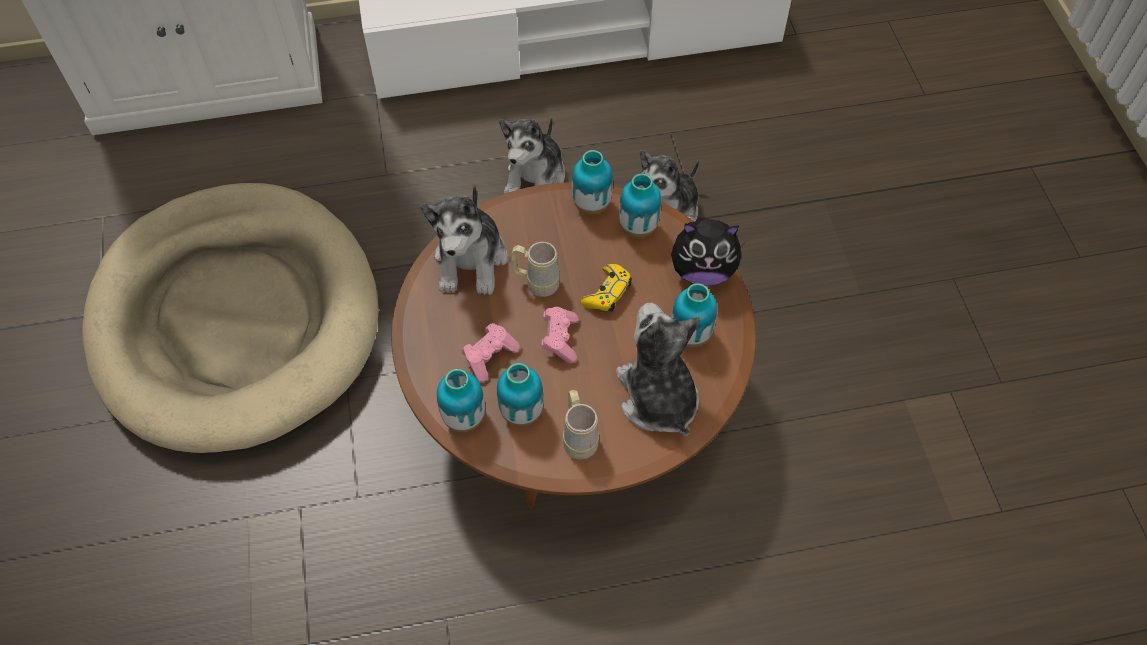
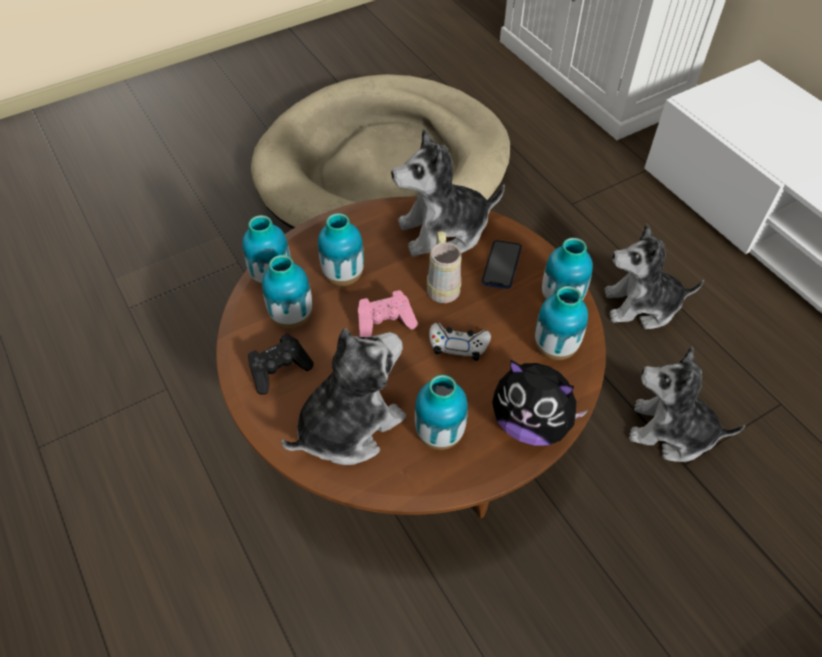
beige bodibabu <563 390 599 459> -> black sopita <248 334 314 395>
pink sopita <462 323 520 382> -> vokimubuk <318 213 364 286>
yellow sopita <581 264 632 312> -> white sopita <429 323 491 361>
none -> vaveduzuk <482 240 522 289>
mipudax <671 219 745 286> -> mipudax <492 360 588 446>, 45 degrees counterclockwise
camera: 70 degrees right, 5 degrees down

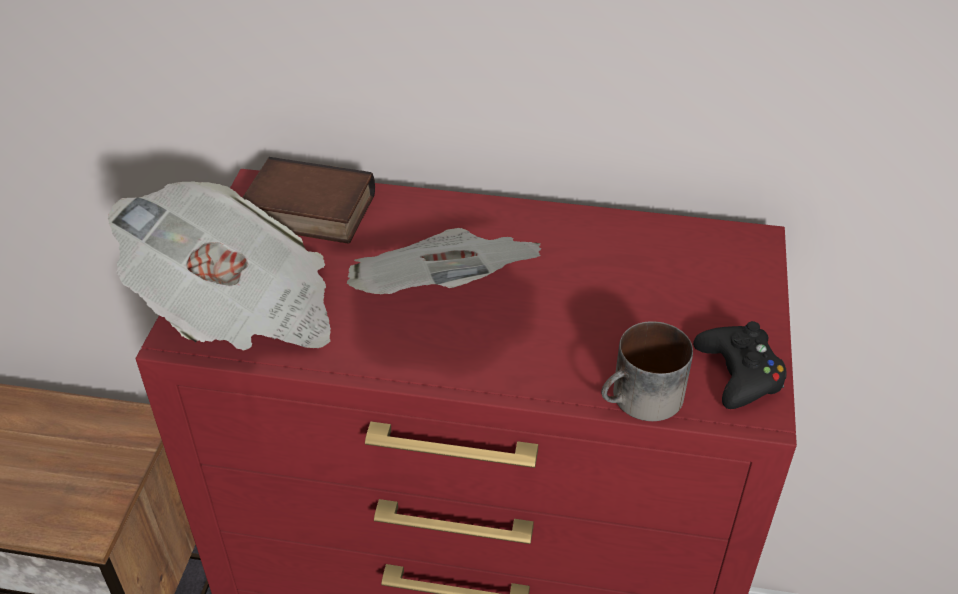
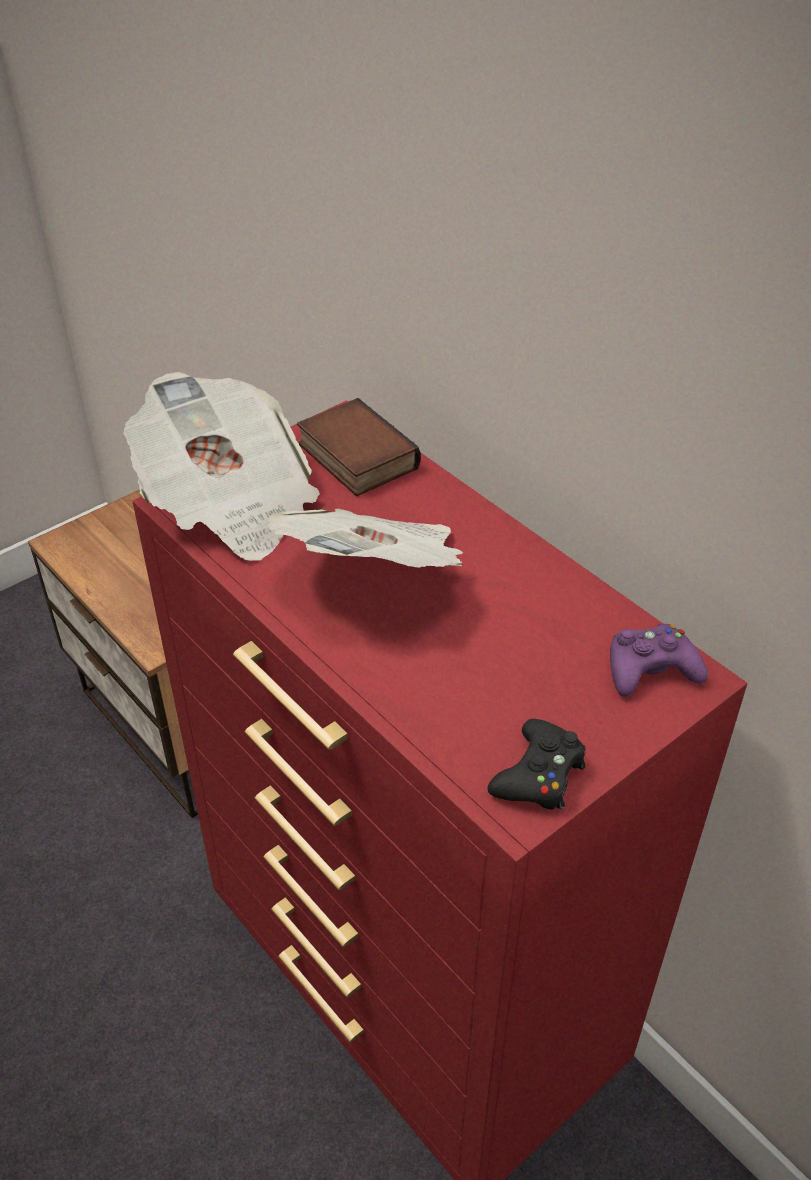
none -> purple sopita <610 624 708 696>
bodibabu <601 321 693 421> -> none
camera: 40 degrees right, 0 degrees up

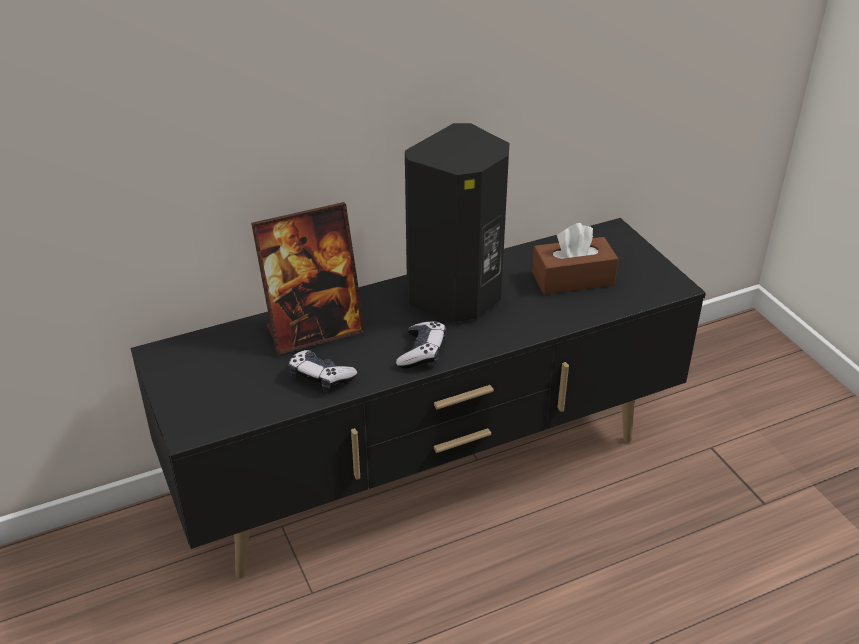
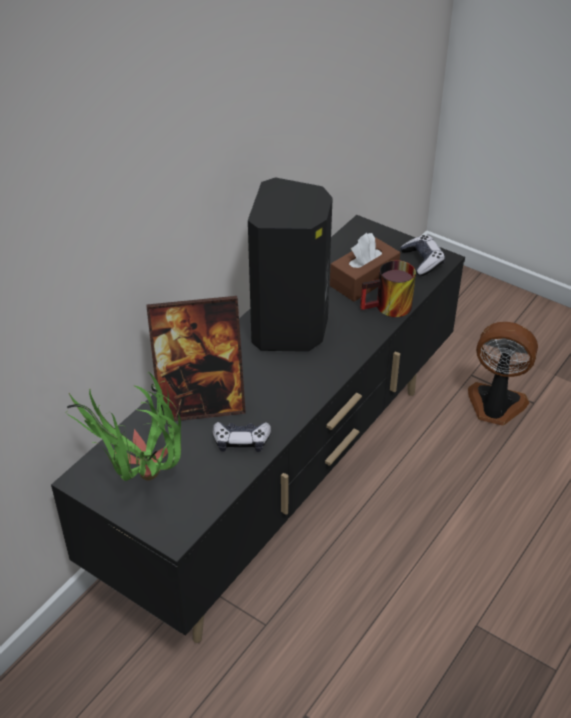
none -> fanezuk <65 372 181 481>
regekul <251 202 365 355> -> regekul <146 296 246 422>, 45 degrees clockwise
none -> bodibabu <360 260 416 317>
sopita <396 321 446 368> -> sopita <400 235 445 276>, moved
none -> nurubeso <468 322 538 426>
camera: 30 degrees left, 5 degrees up

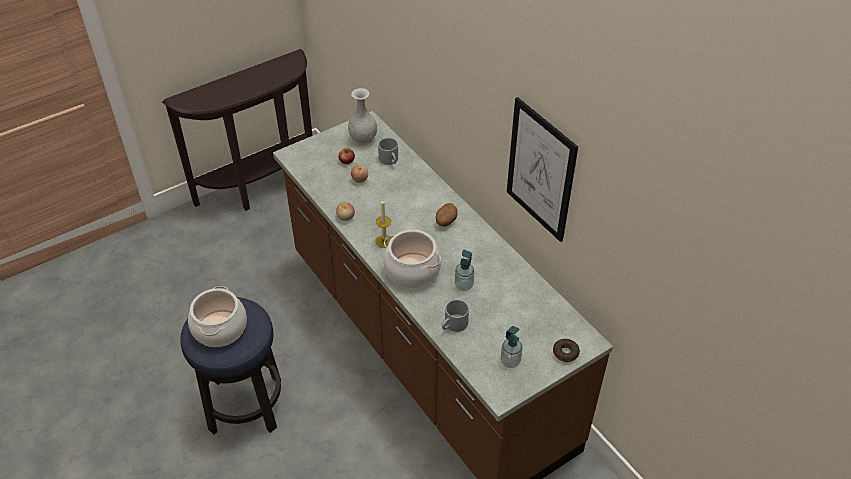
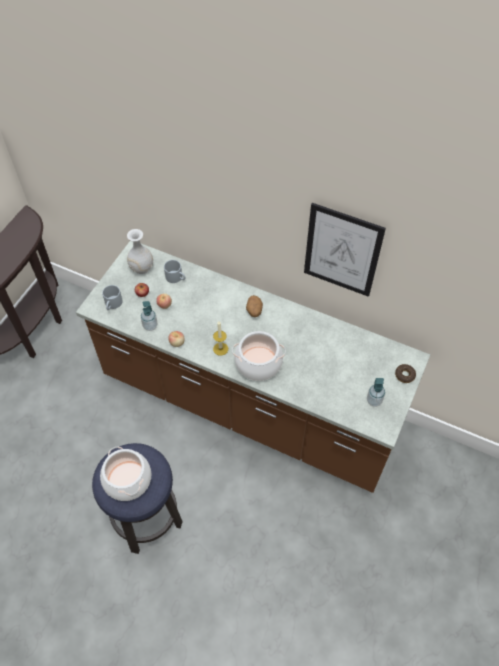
grey bodibabu <442 300 469 332> -> grey bodibabu <102 285 123 310>, moved
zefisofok <455 250 474 291> -> zefisofok <141 301 157 331>, moved
camera: 30 degrees left, 10 degrees up

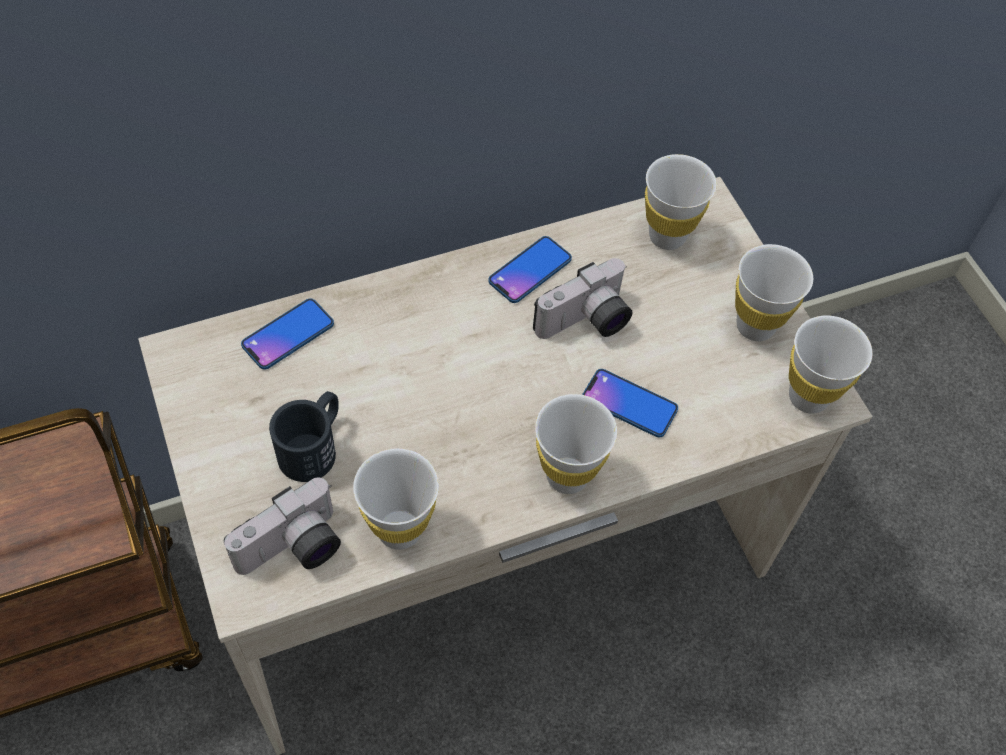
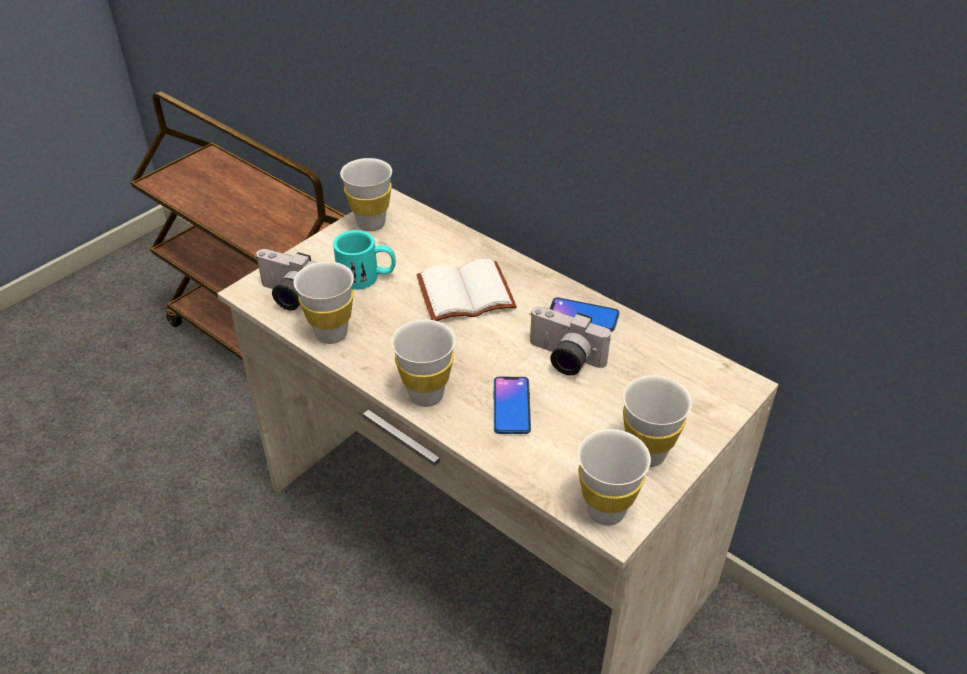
black bodibabu <269 391 339 482> -> turquoise bodibabu <333 230 396 290>
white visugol <645 154 717 250> -> white visugol <340 158 392 231>, moved
none -> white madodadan <416 259 517 321>
vaveduzuk <241 298 334 370> -> none
camera: 65 degrees right, 15 degrees down

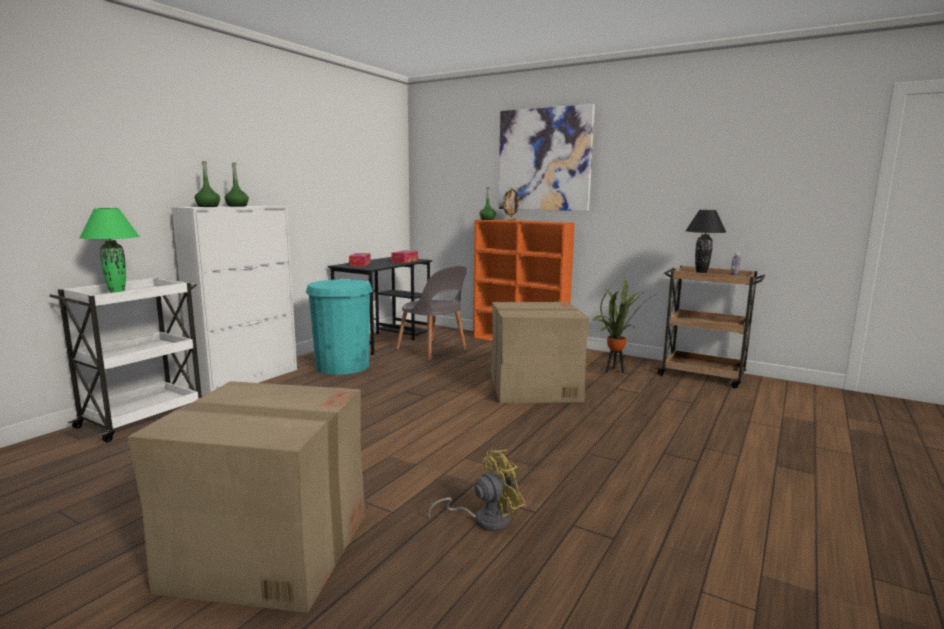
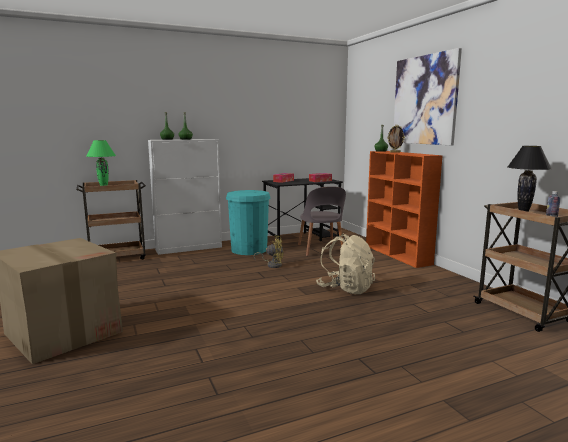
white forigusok <49 277 202 442> -> brown forigusok <76 180 146 260>
yellow nurubeso <428 449 526 531> -> yellow nurubeso <254 235 283 268>, moved
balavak <491 302 589 403> -> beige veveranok <316 234 375 294>
fanezuk <591 277 655 373> -> none
camera: 35 degrees right, 0 degrees up

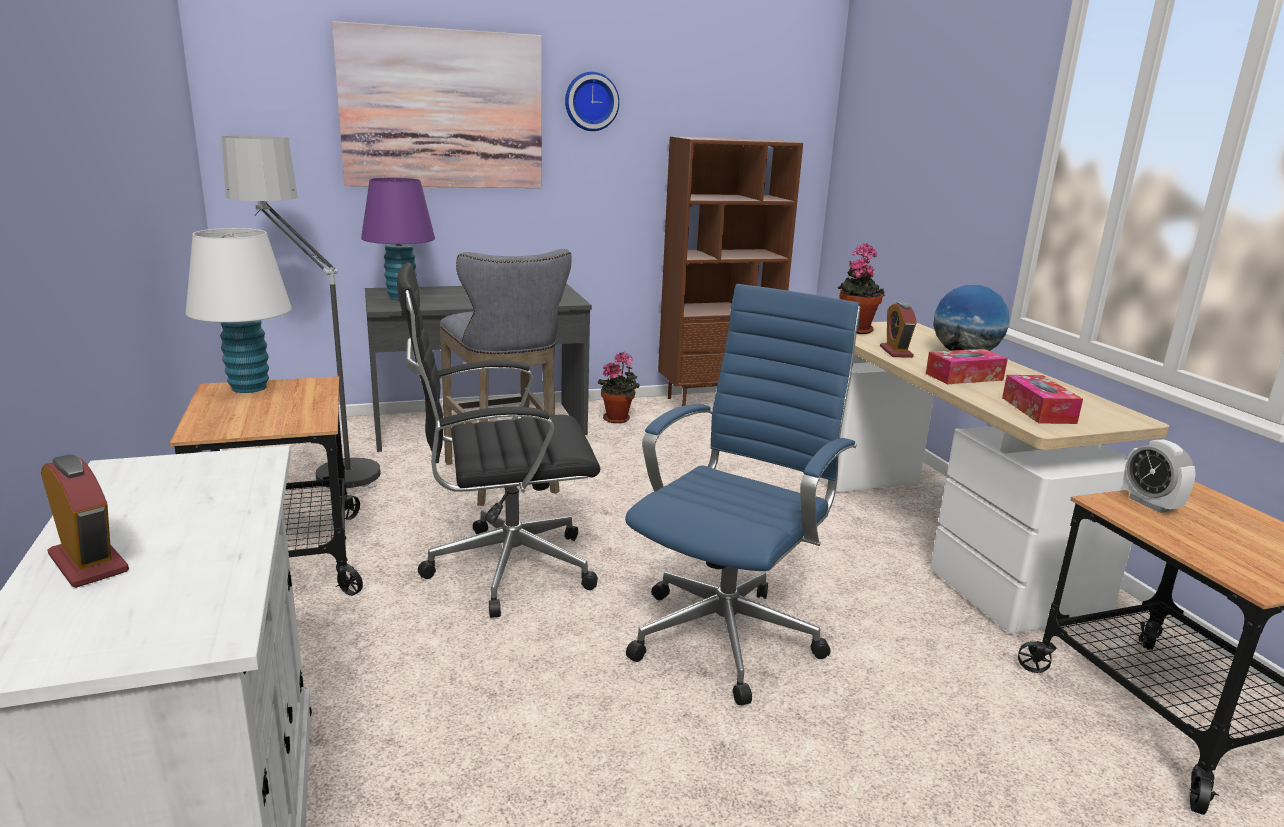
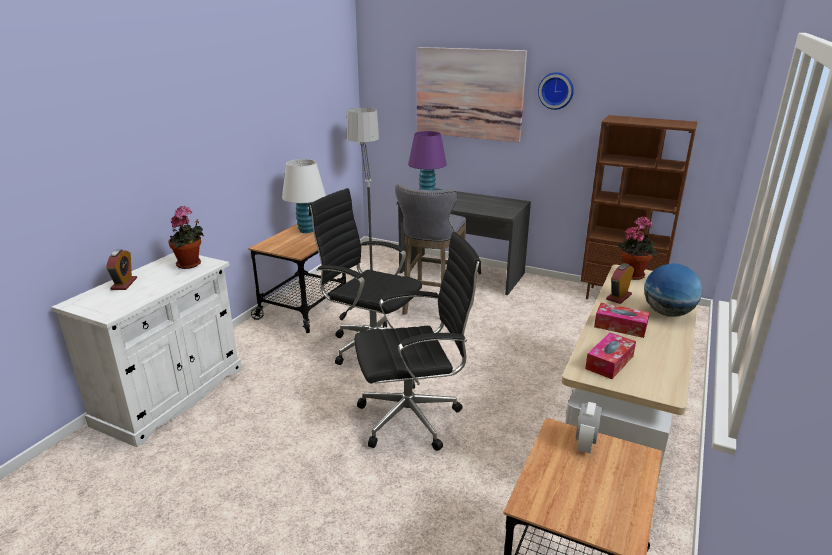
fanezuk <598 352 640 423> -> fanezuk <168 206 204 269>, moved
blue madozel <625 284 861 706> -> black madozel <354 232 481 451>
camera: 45 degrees right, 5 degrees up

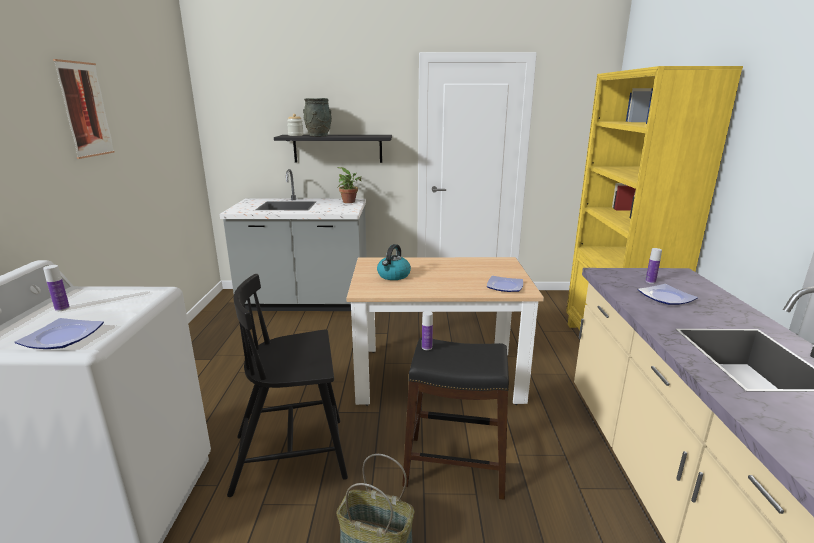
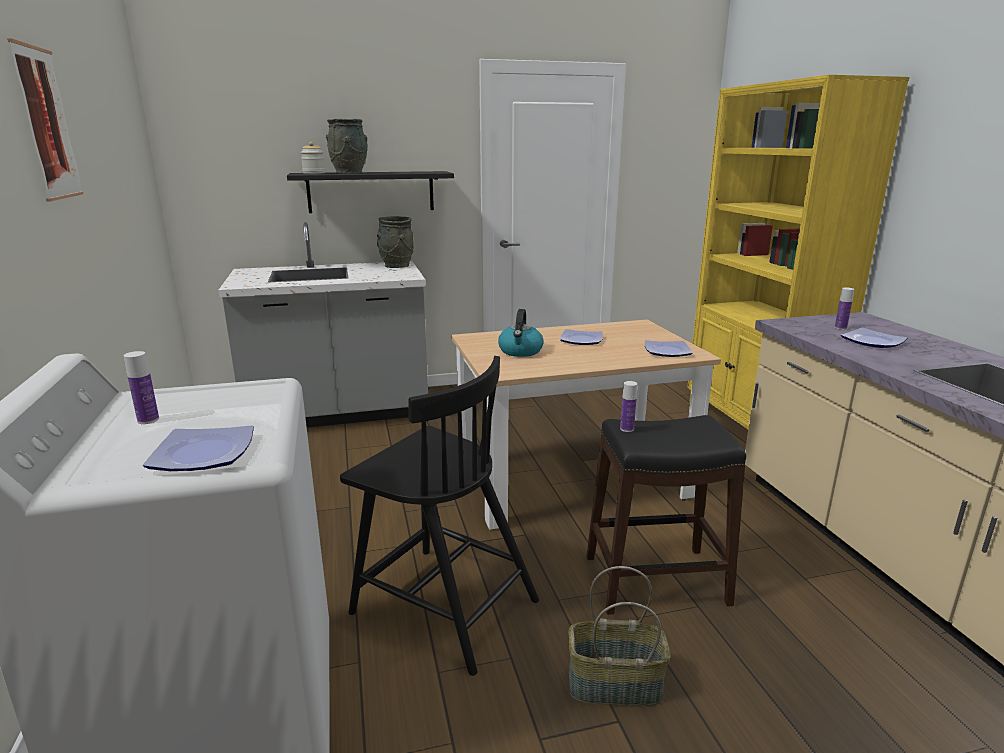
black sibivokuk <227 274 348 497> -> black sibivokuk <340 356 539 676>, 120 degrees counterclockwise
fanezuk <337 167 362 203> -> grey vokimubuk <377 216 414 268>
none -> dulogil <560 329 603 345>
camera: 15 degrees left, 0 degrees up

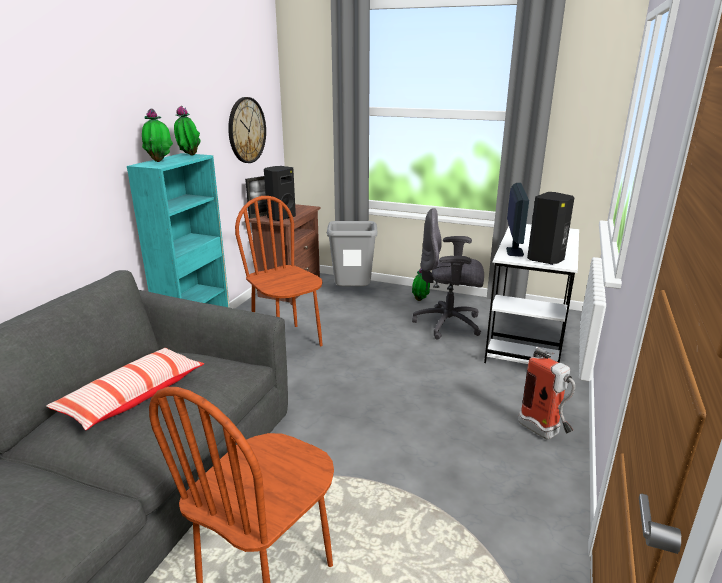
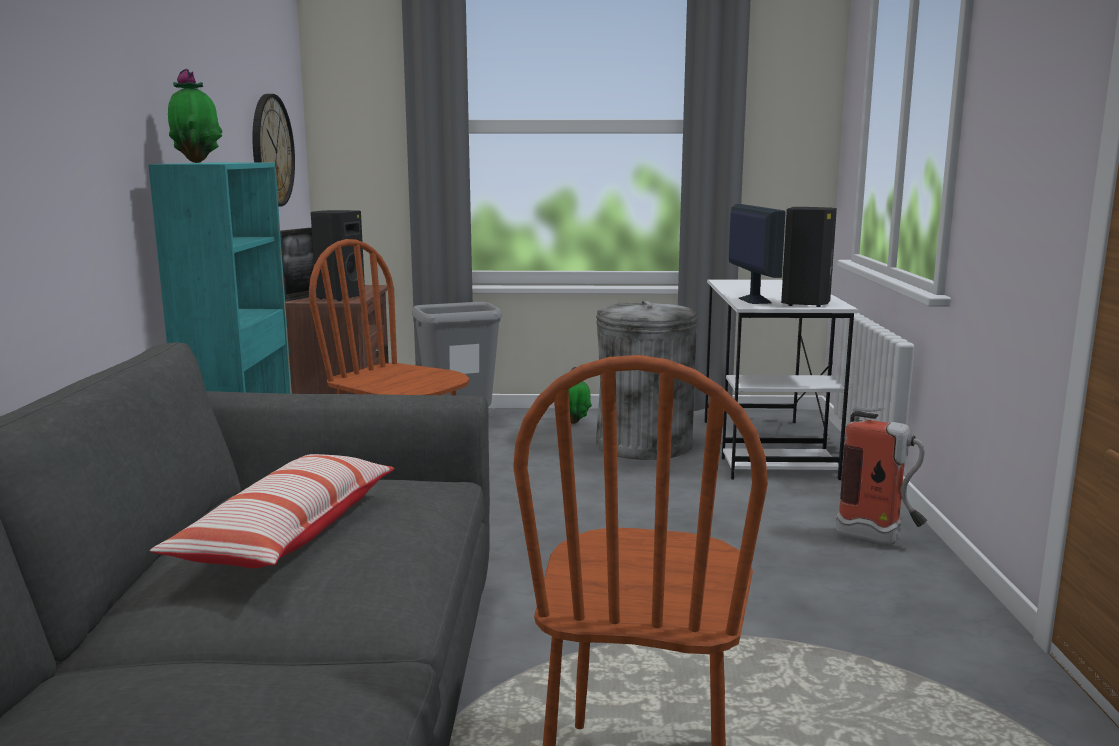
grey madozel <412 208 484 340> -> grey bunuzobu <596 301 698 460>
fanezuk <174 106 201 155> -> none
camera: 20 degrees left, 10 degrees down

